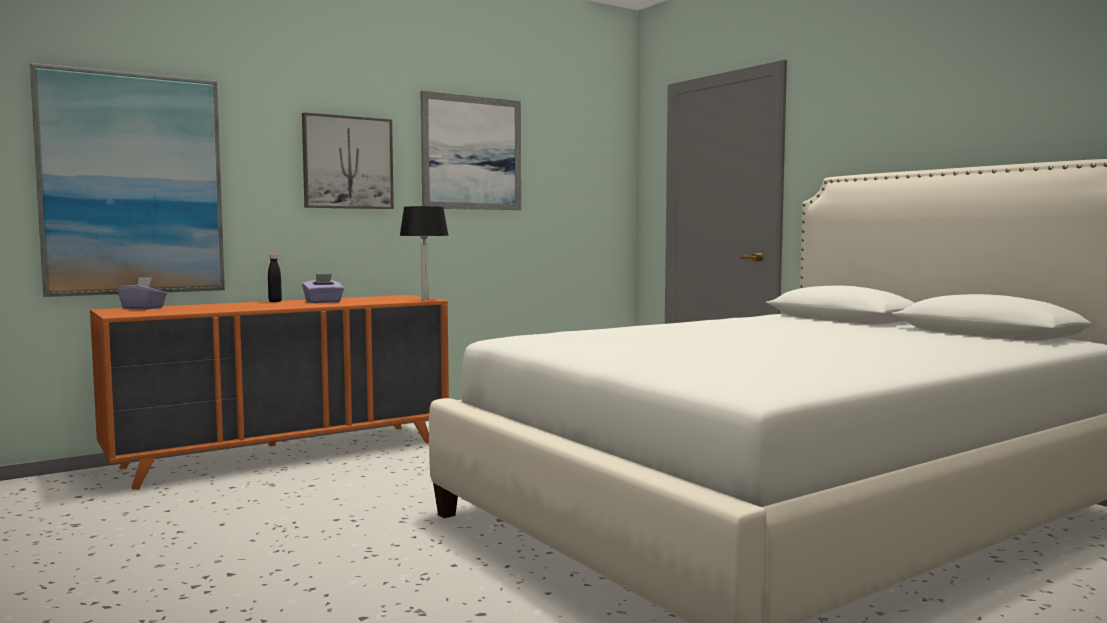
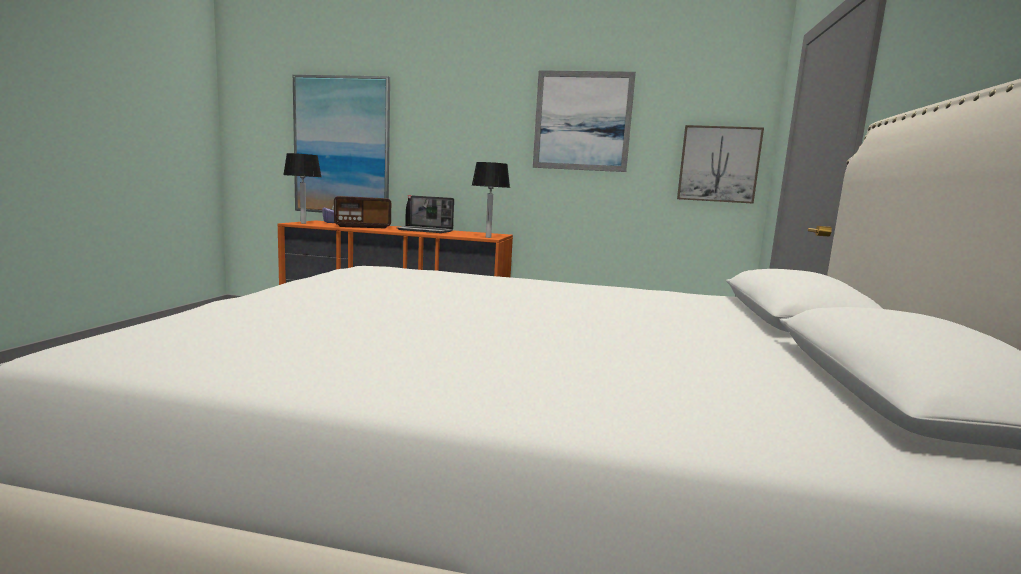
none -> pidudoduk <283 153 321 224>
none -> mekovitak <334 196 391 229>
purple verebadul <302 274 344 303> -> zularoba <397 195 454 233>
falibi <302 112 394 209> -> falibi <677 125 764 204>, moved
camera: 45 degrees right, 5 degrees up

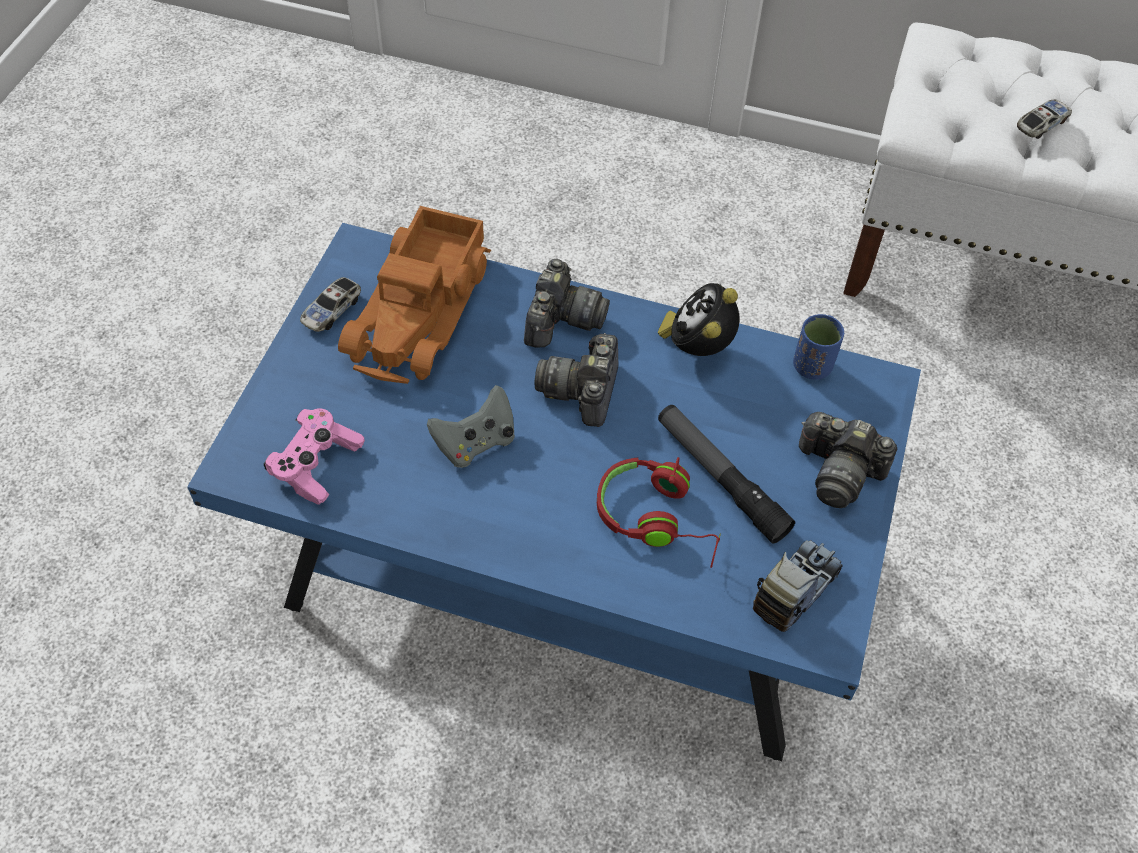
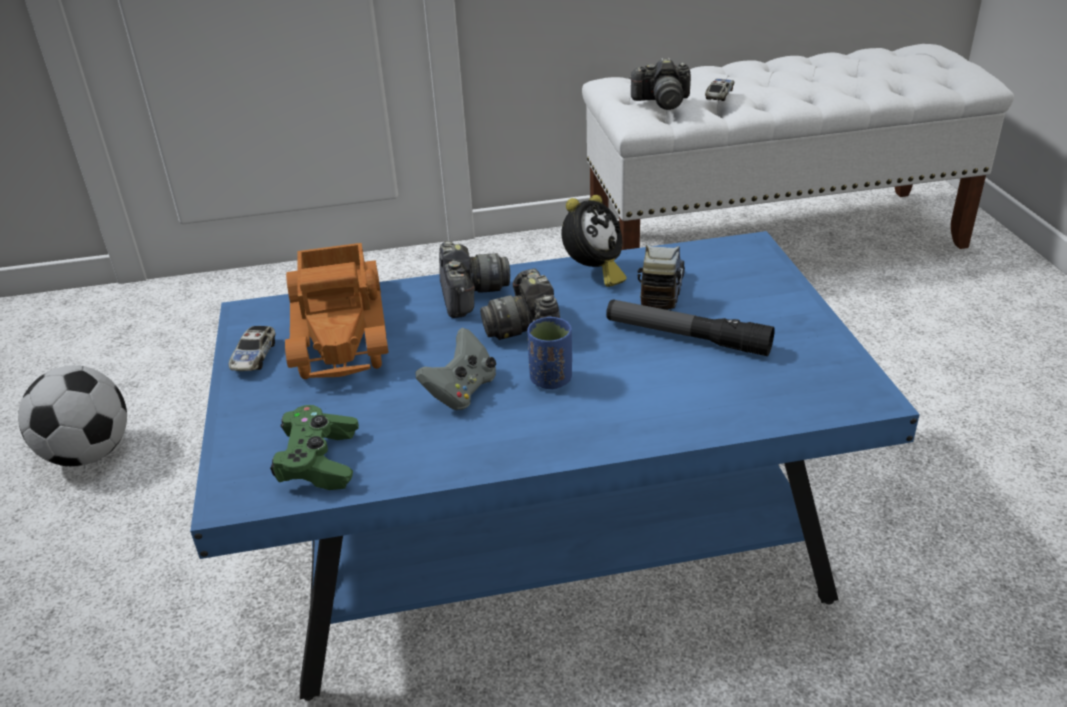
none -> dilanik <18 365 127 466>
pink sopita <263 408 365 505> -> green sopita <270 405 359 490>
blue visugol <793 314 844 380> -> blue visugol <527 317 572 389>, moved
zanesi <658 283 740 356> -> zanesi <561 195 627 287>, 135 degrees counterclockwise
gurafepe <799 412 897 508> -> gurafepe <629 58 691 110>, moved
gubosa <753 540 843 632> -> gubosa <638 244 685 311>, moved
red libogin <597 457 721 568> -> none
camera: 25 degrees left, 20 degrees down

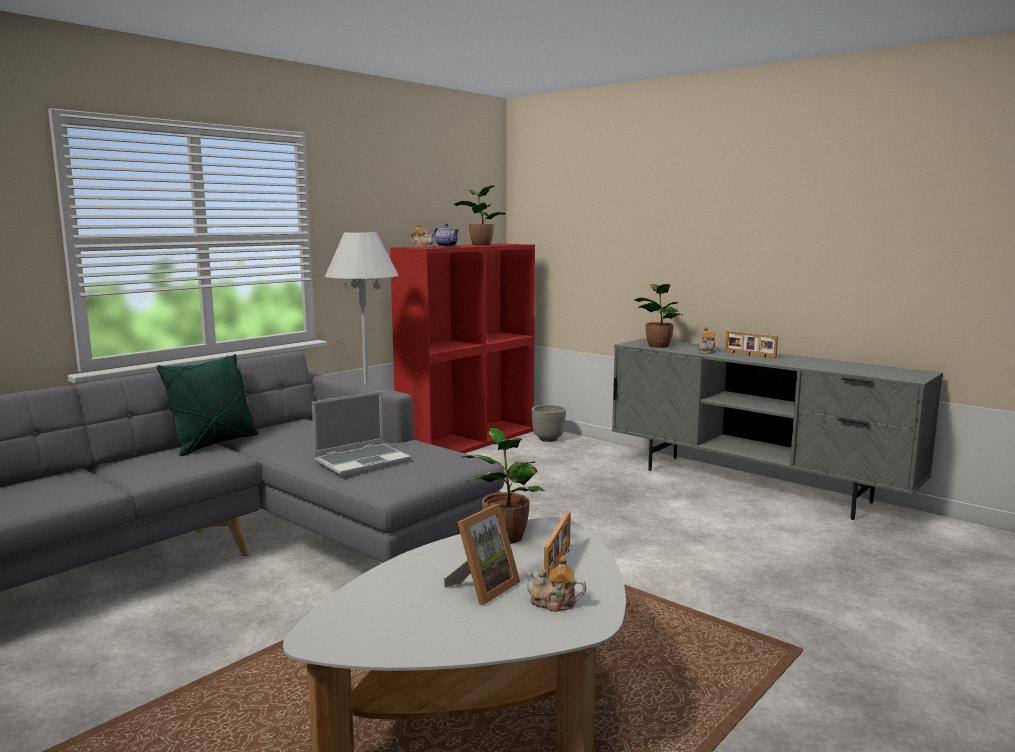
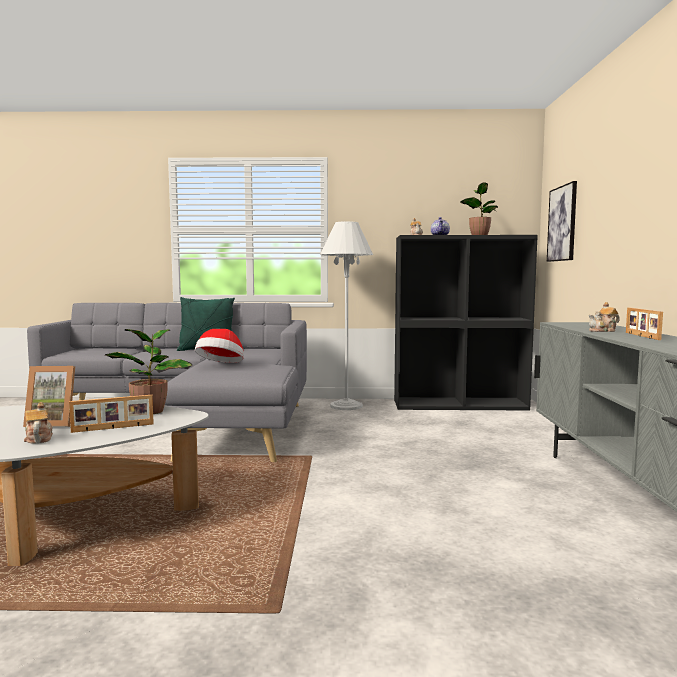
zularoba <312 391 411 476> -> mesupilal <195 329 244 363>
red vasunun <390 244 535 453> -> black vasunun <394 235 538 411>
none -> falibi <547 181 577 262>
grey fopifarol <531 405 566 442> -> none
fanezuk <634 284 682 348> -> none
camera: 50 degrees right, 5 degrees down

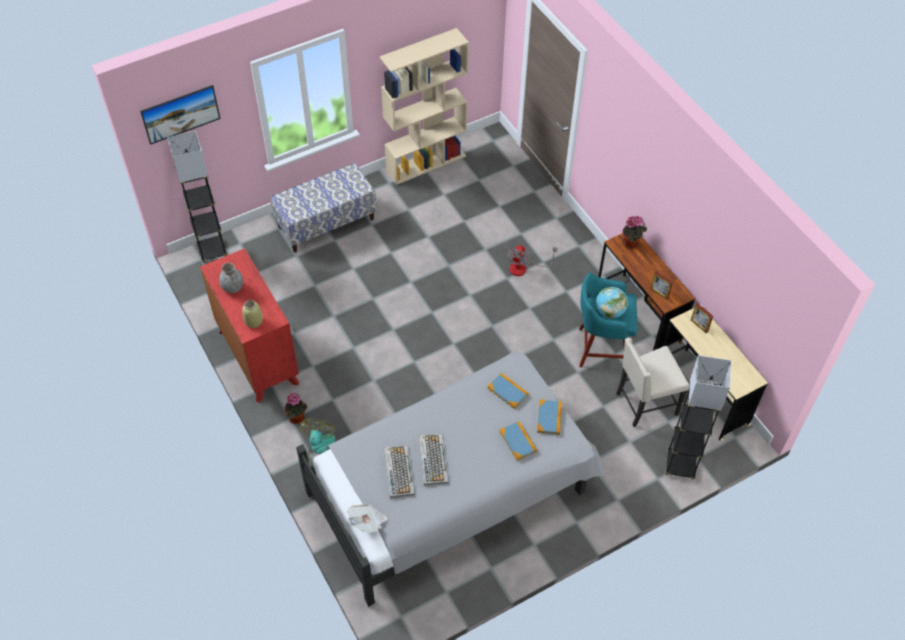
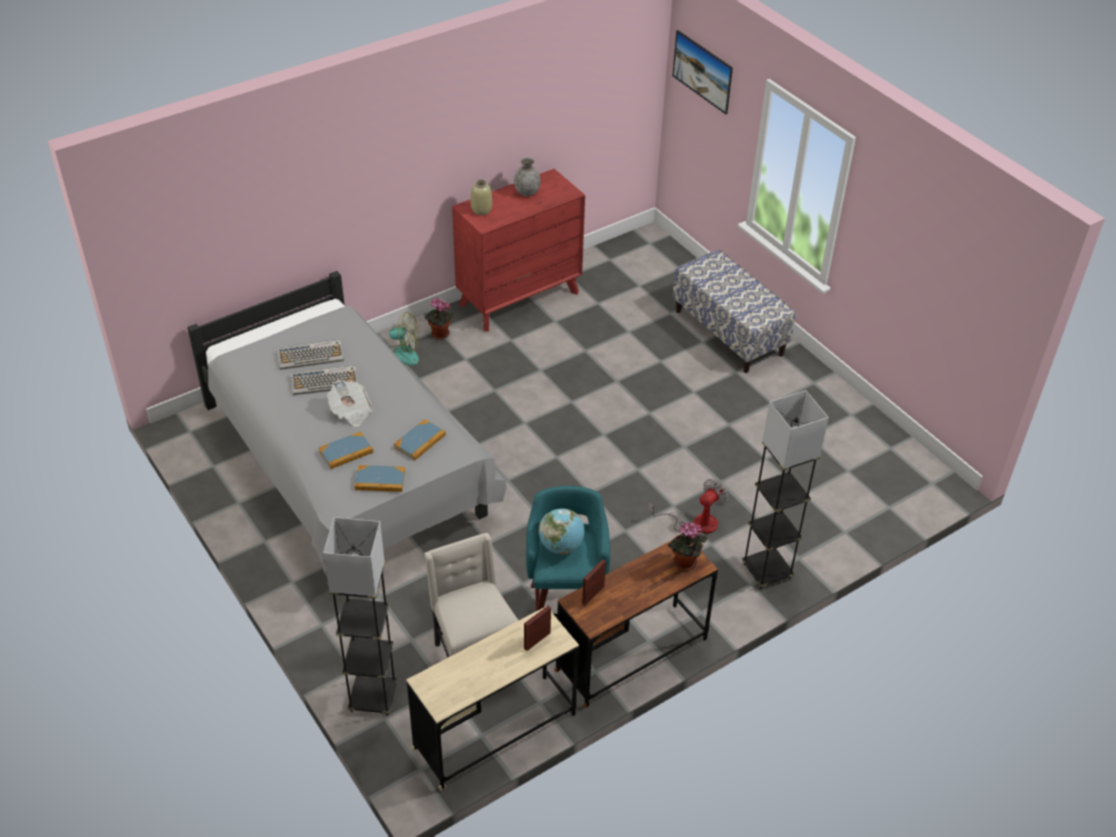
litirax <347 504 387 533> -> litirax <327 380 373 427>, moved
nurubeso <507 245 557 276> -> nurubeso <648 479 729 533>, 120 degrees clockwise
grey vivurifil <167 131 227 263> -> grey vivurifil <742 390 829 589>, moved
beige vasunun <379 28 469 185> -> none
camera: 85 degrees right, 10 degrees down

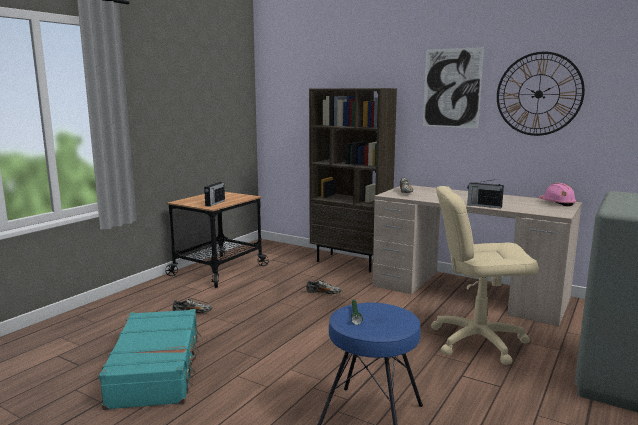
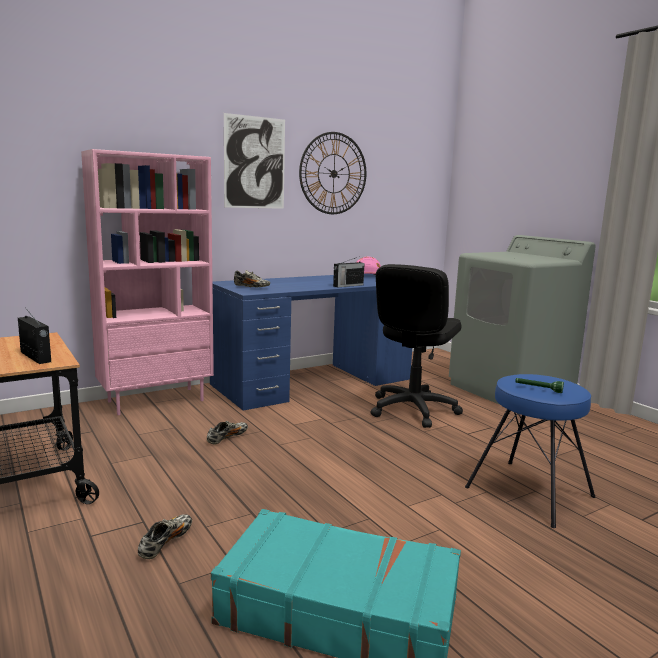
brown vasunun <309 88 397 272> -> pink vasunun <81 149 214 415>
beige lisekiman <372 185 582 326> -> blue lisekiman <210 274 412 411>
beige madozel <431 186 539 365> -> black madozel <370 264 463 428>
camera: 65 degrees left, 0 degrees up

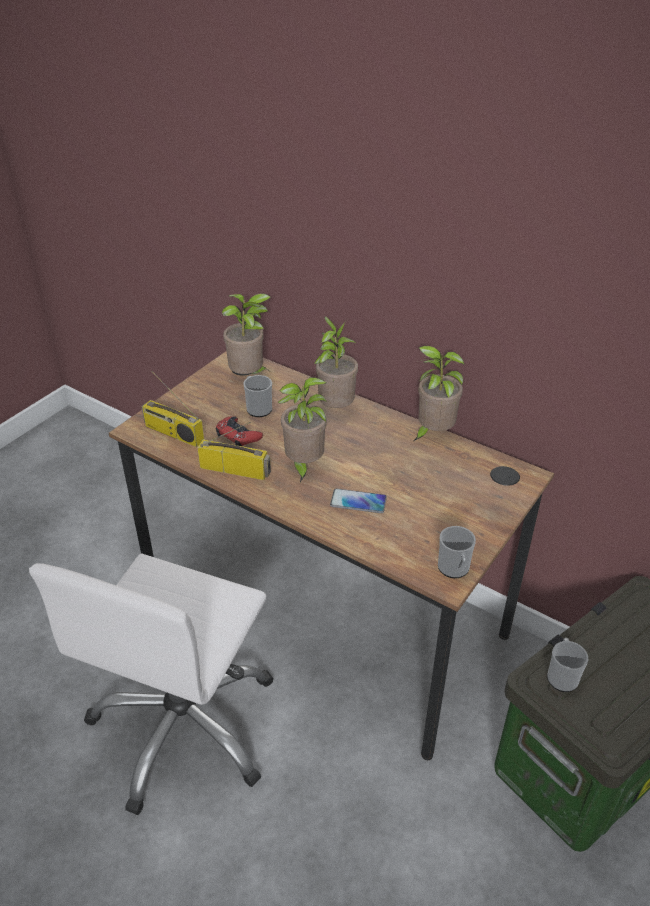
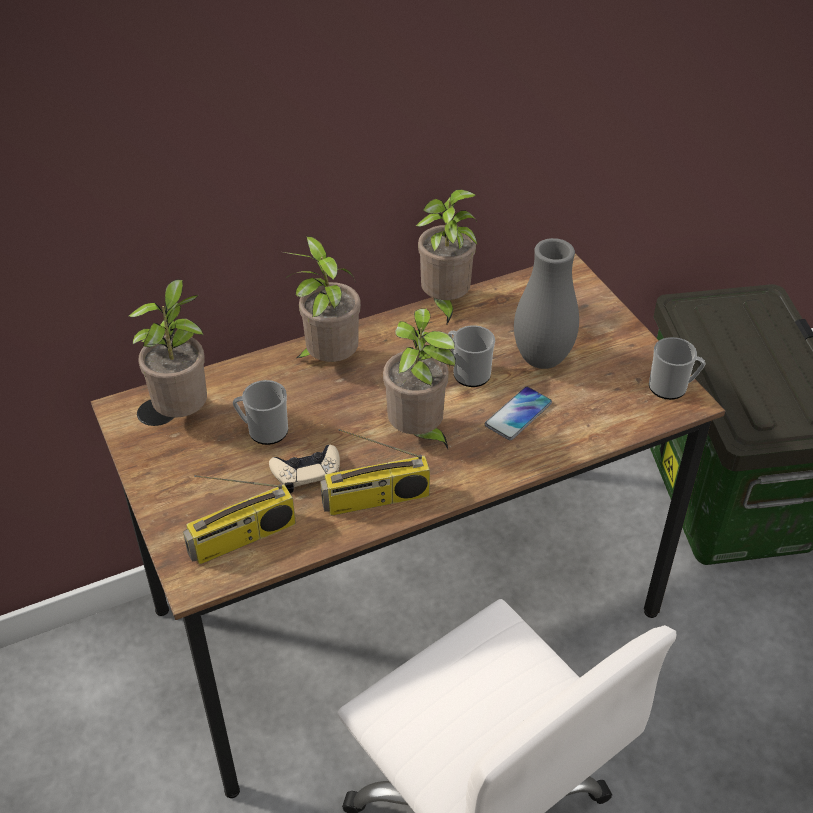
red sopita <216 416 263 446> -> beige sopita <269 444 340 493>
mekovitak <197 422 271 480> -> mekovitak <320 429 430 516>, 150 degrees counterclockwise
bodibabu <547 638 588 692> -> bodibabu <448 325 495 387>, moved
none -> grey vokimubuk <514 238 579 369>
camera: 60 degrees left, 5 degrees up

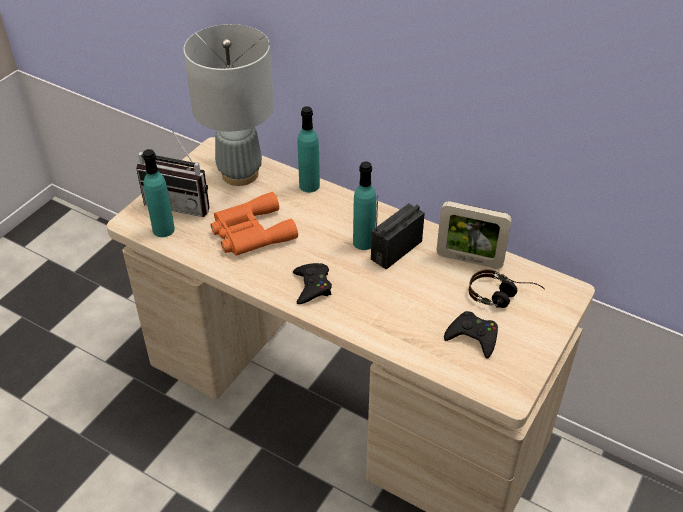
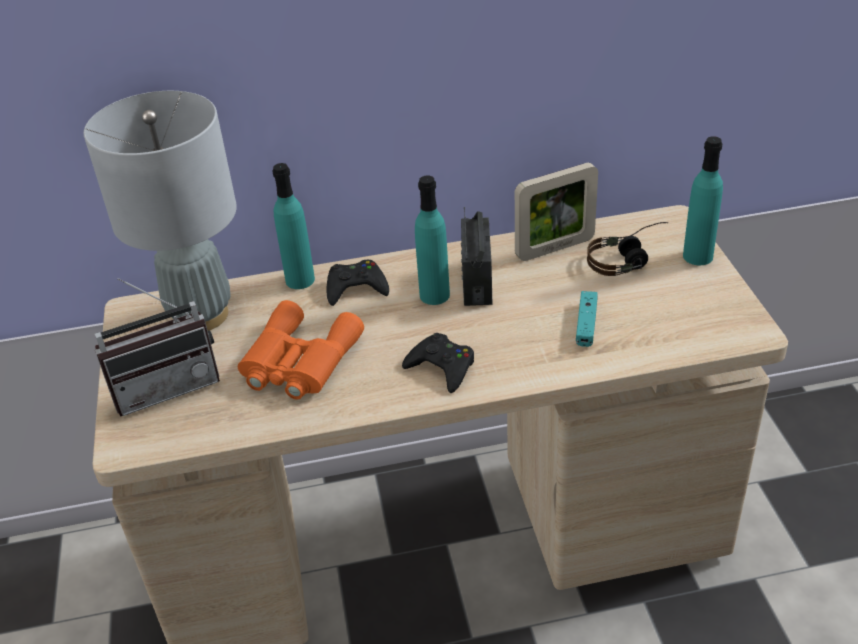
black sopita <444 311 498 359> -> black sopita <327 260 389 306>, moved
none -> turquoise sopita <576 291 598 347>
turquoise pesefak <143 149 175 237> -> turquoise pesefak <683 136 723 265>, moved
camera: 40 degrees left, 5 degrees down

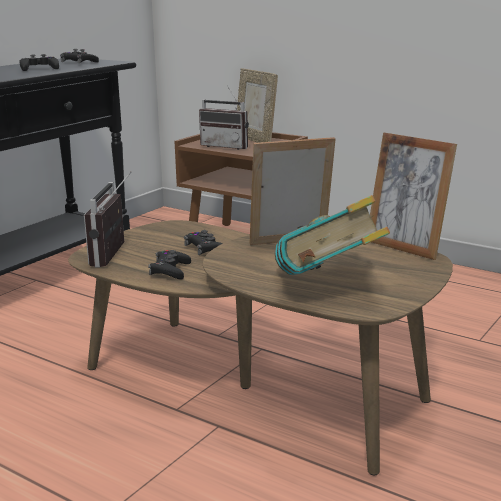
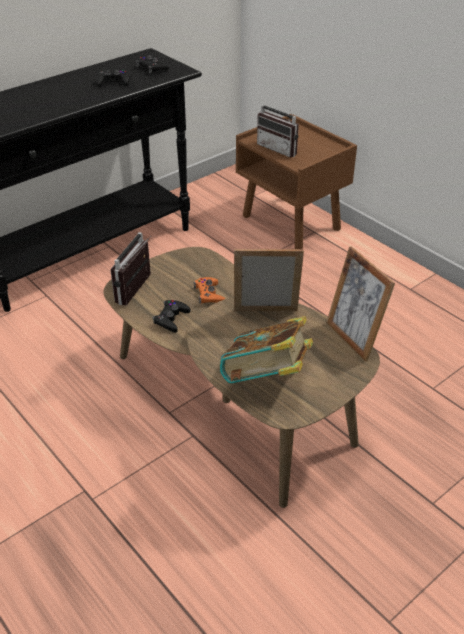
black sopita <184 230 223 255> -> orange sopita <194 277 225 304>
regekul <237 68 278 143> -> none
camera: 15 degrees right, 20 degrees up

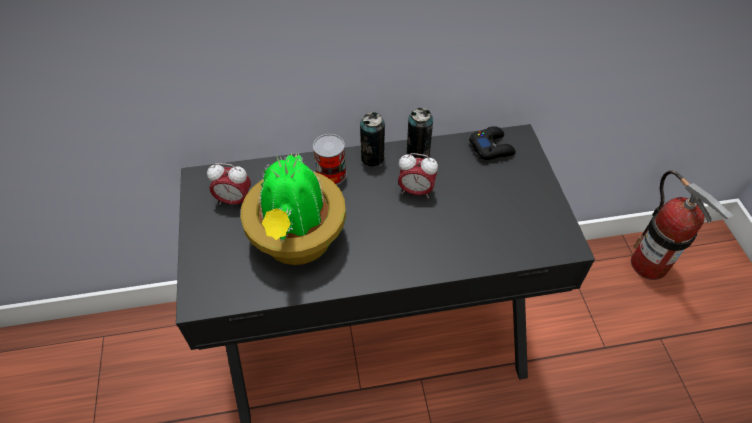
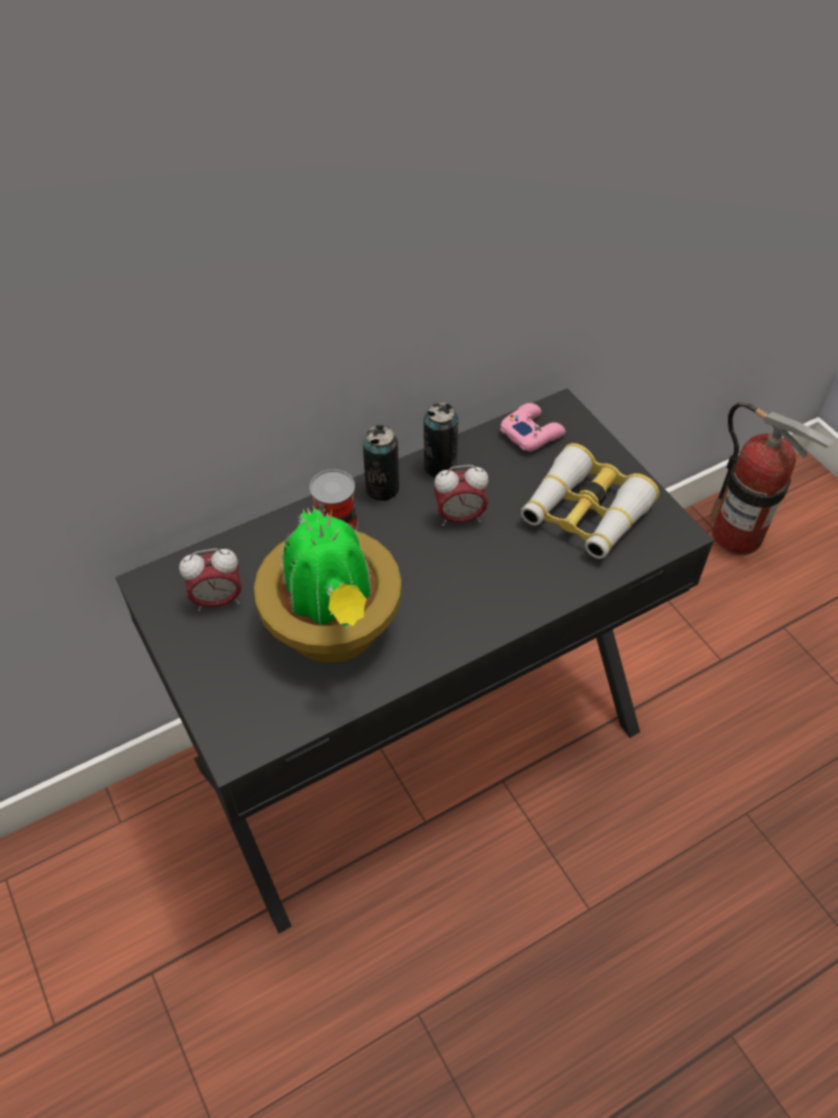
black sopita <469 126 516 160> -> pink sopita <500 403 566 451>
none -> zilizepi <521 443 659 559>
camera: 20 degrees left, 0 degrees up

